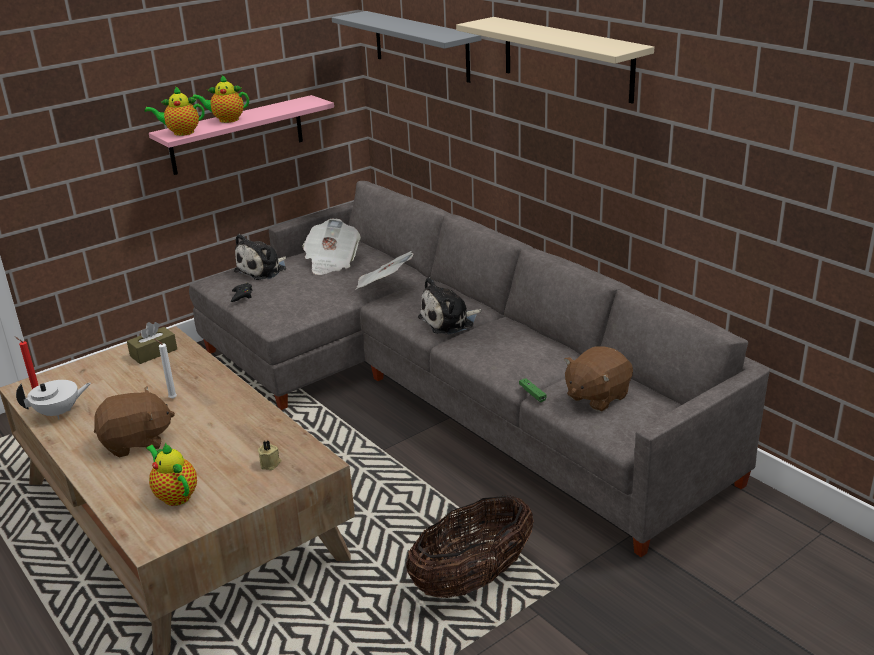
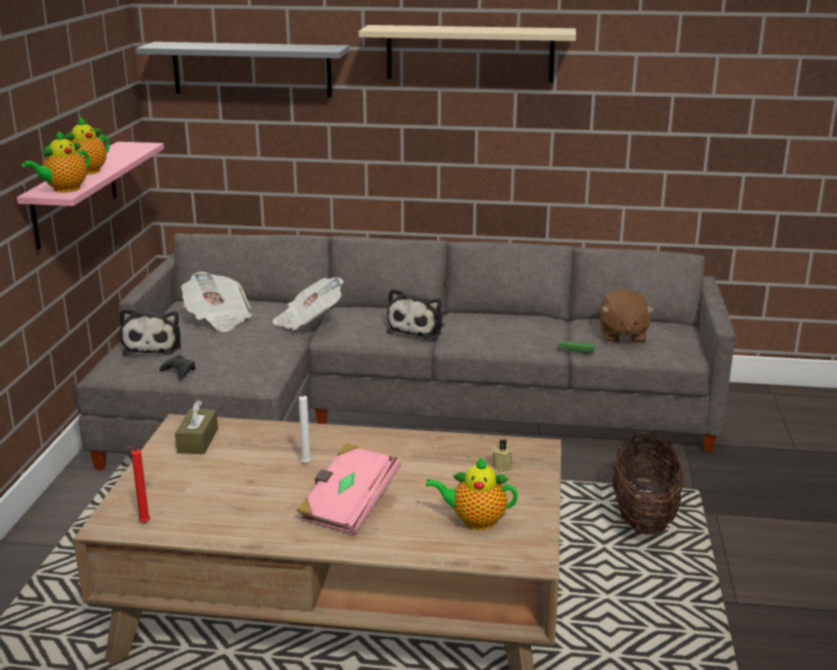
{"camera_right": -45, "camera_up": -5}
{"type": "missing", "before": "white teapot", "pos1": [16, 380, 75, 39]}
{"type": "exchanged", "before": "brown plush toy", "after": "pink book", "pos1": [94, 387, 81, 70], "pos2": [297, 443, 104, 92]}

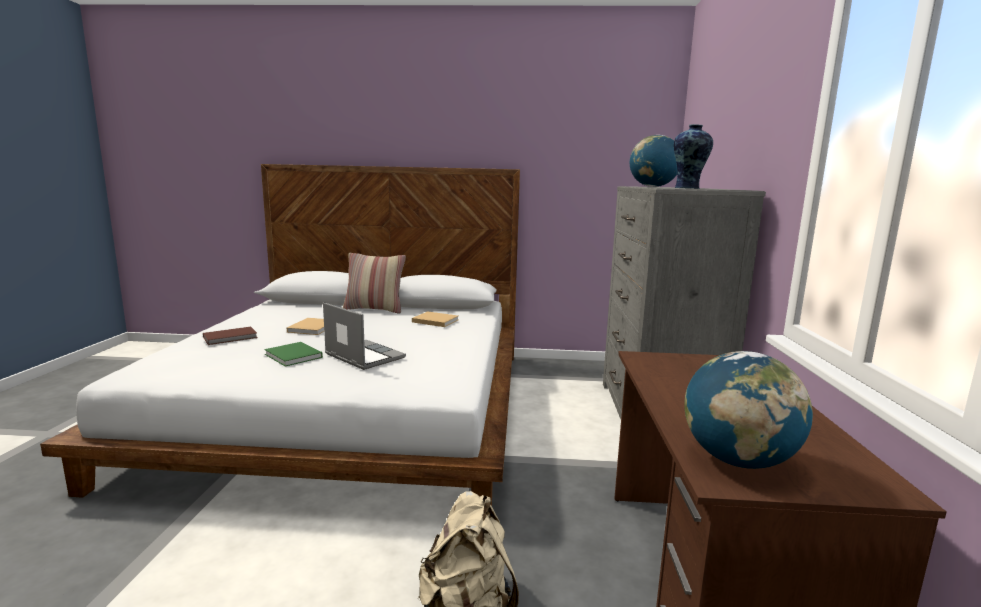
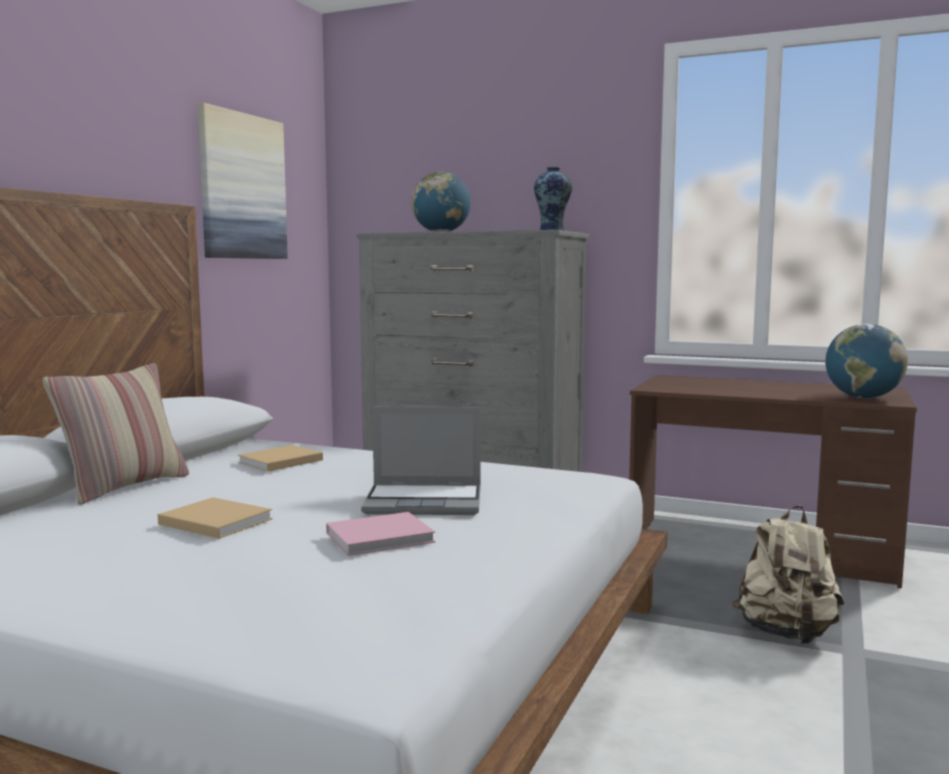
{"camera_right": -70, "camera_up": -5}
{"type": "missing", "before": "brown book", "pos1": [203, 327, 54, 18]}
{"type": "colour", "before": "green book", "after": "pink book", "pos1": [264, 342, 59, 25], "pos2": [326, 512, 109, 44]}
{"type": "spun", "before": "laptop", "pos1": [323, 302, 83, 68], "pos2": [361, 407, 120, 108], "turn": -150}
{"type": "appeared", "after": "picture", "pos2": [198, 103, 90, 156]}

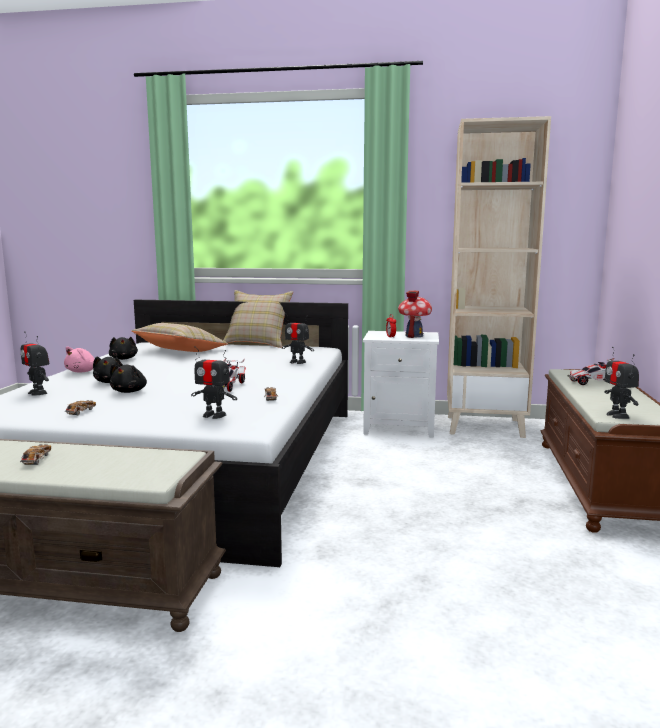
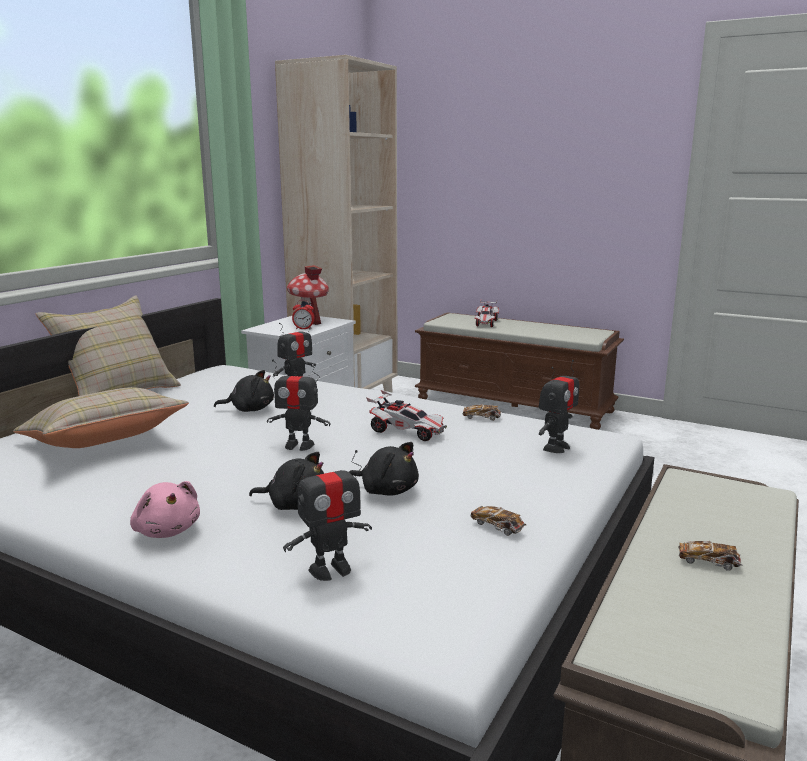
{"camera_right": -70, "camera_up": 5}
{"type": "relocated", "before": "black plush toy", "pos1": [109, 337, 29, 23], "pos2": [214, 370, 60, 42]}
{"type": "relocated", "before": "toy robot", "pos1": [604, 347, 35, 72], "pos2": [267, 360, 64, 91]}

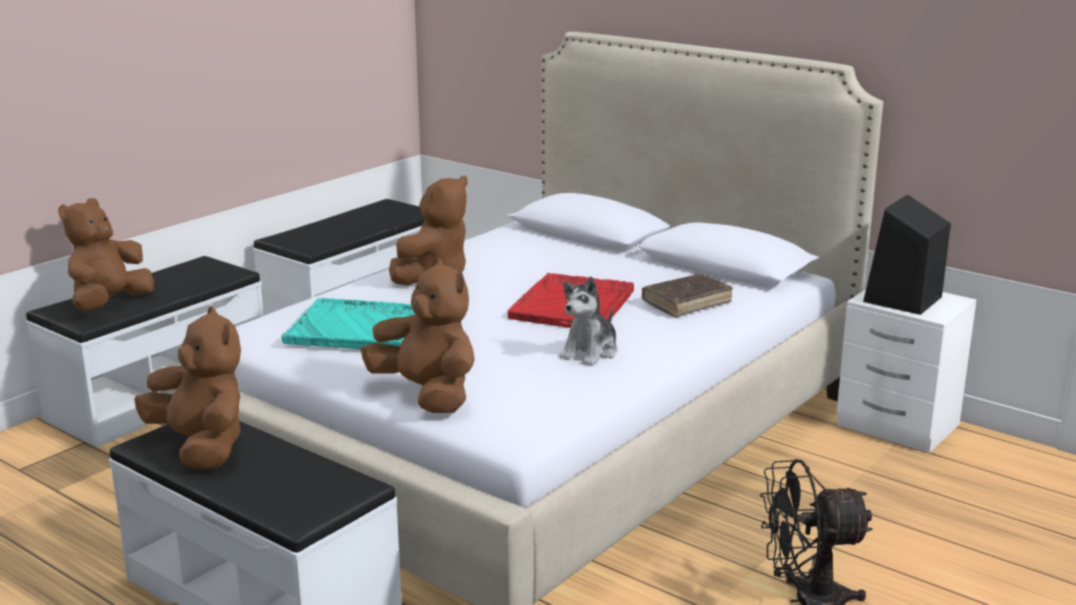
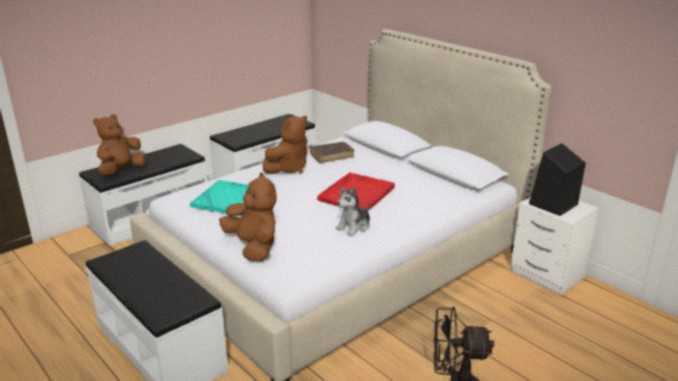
{"camera_right": 10, "camera_up": 5}
{"type": "missing", "before": "brown plush toy", "pos1": [134, 306, 107, 163]}
{"type": "relocated", "before": "brown book", "pos1": [642, 274, 91, 43], "pos2": [309, 142, 45, 21]}

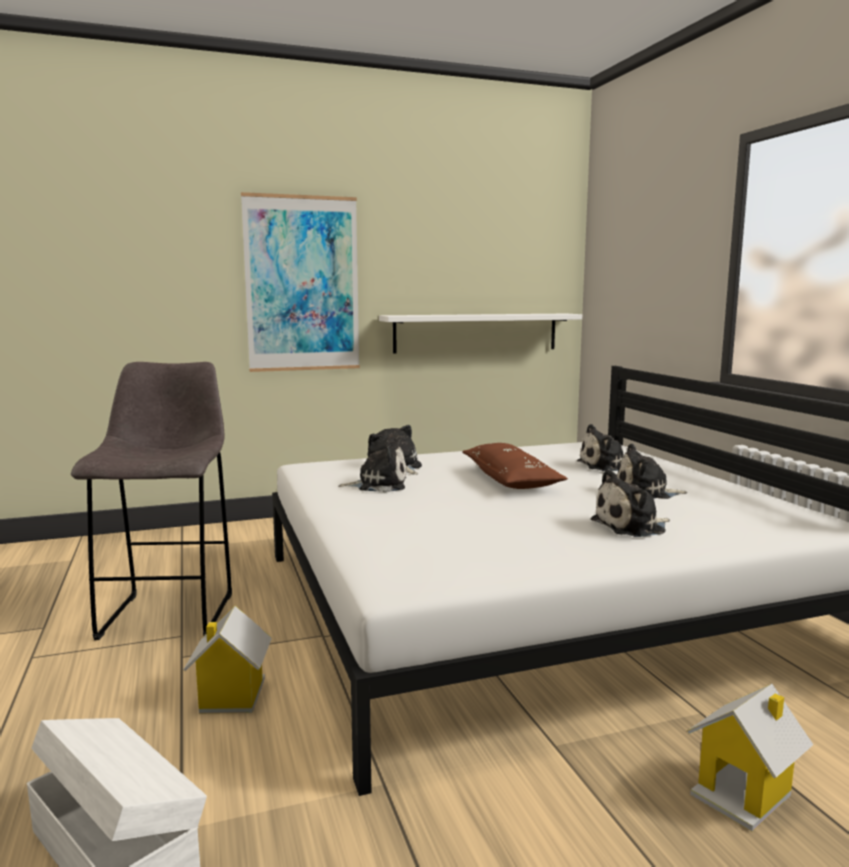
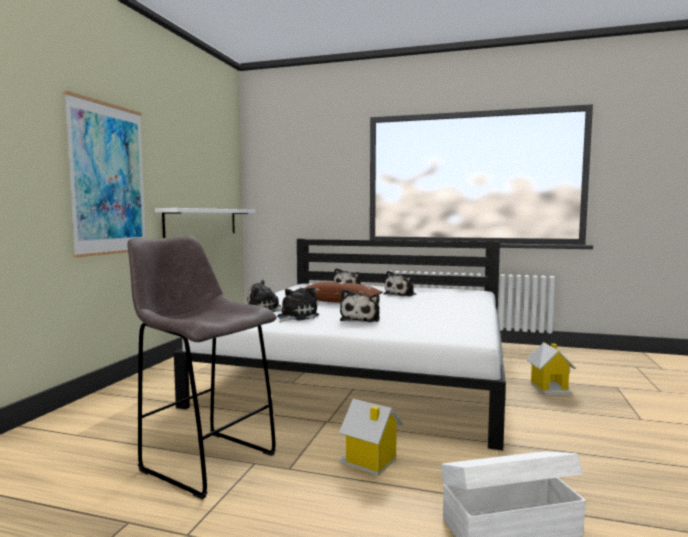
{"camera_right": -55, "camera_up": -5}
{"type": "relocated", "before": "plush toy", "pos1": [591, 469, 79, 68], "pos2": [340, 289, 40, 33]}

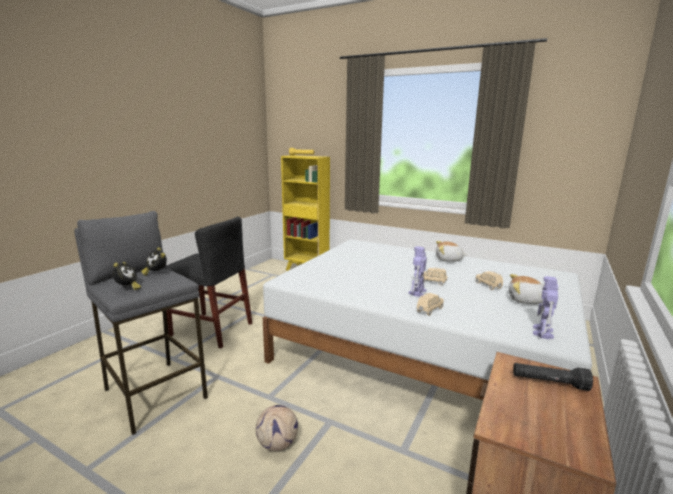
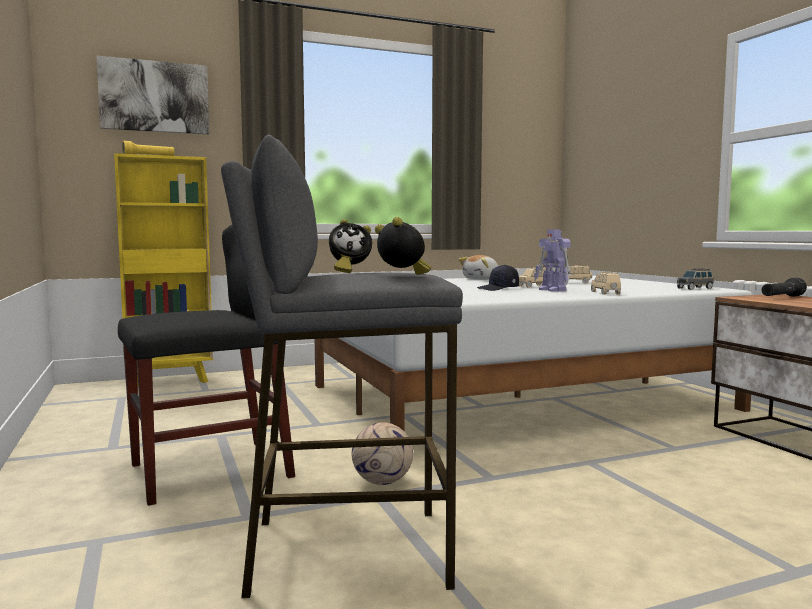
{"camera_right": -50, "camera_up": -10}
{"type": "relocated", "before": "football", "pos1": [256, 405, 42, 46], "pos2": [352, 422, 61, 63]}
{"type": "missing", "before": "plush toy", "pos1": [509, 274, 35, 30]}
{"type": "exchanged", "before": "toy robot", "after": "grey toy car", "pos1": [533, 276, 25, 63], "pos2": [677, 269, 37, 21]}
{"type": "appeared", "after": "picture", "pos2": [96, 56, 113, 79]}
{"type": "appeared", "after": "black cap", "pos2": [477, 265, 42, 26]}

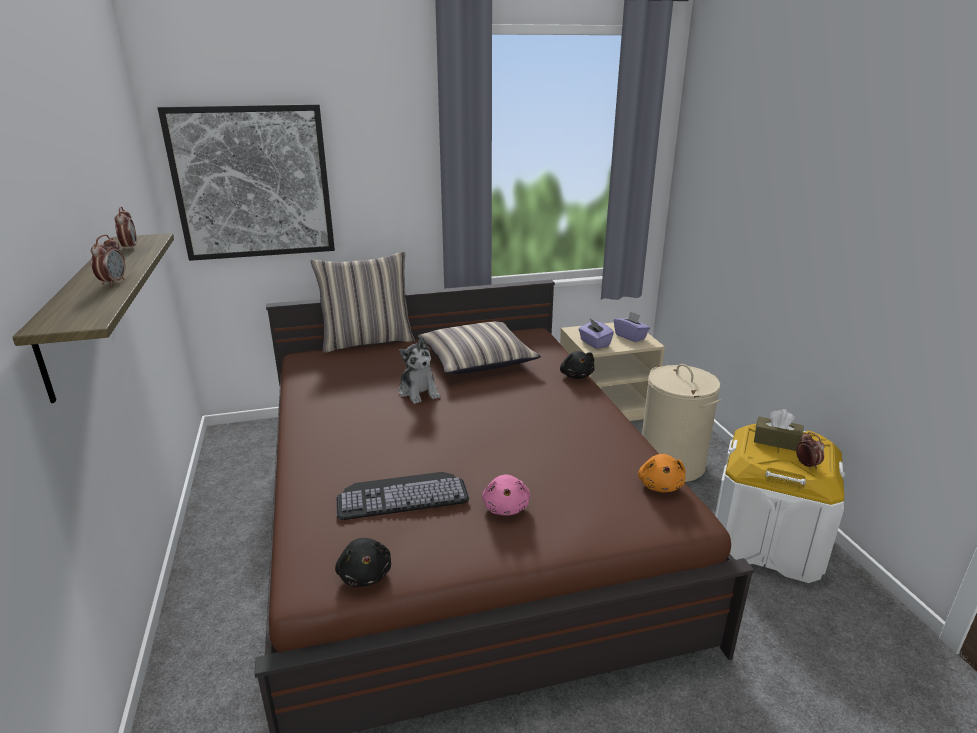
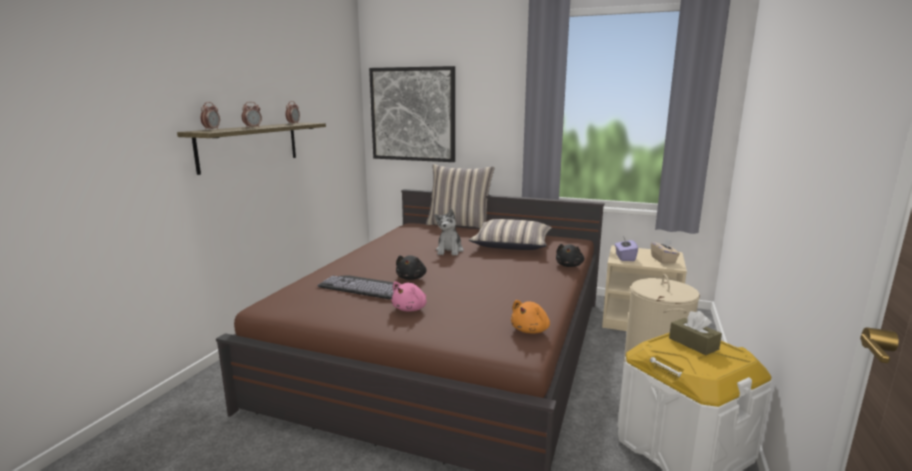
{"camera_right": 35, "camera_up": -10}
{"type": "relocated", "before": "black plush toy", "pos1": [335, 538, 56, 49], "pos2": [396, 255, 31, 25]}
{"type": "colour", "before": "purple tissue box", "after": "beige tissue box", "pos1": [614, 311, 36, 31], "pos2": [651, 238, 29, 26]}
{"type": "relocated", "before": "alarm clock", "pos1": [796, 432, 29, 37], "pos2": [200, 102, 20, 28]}

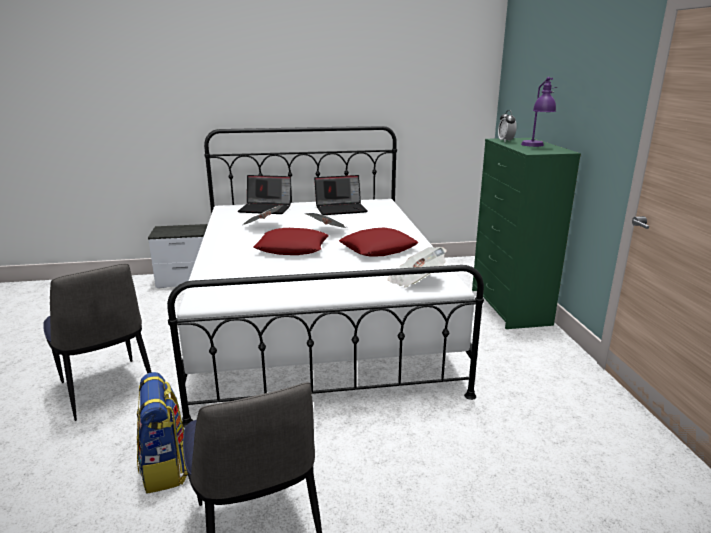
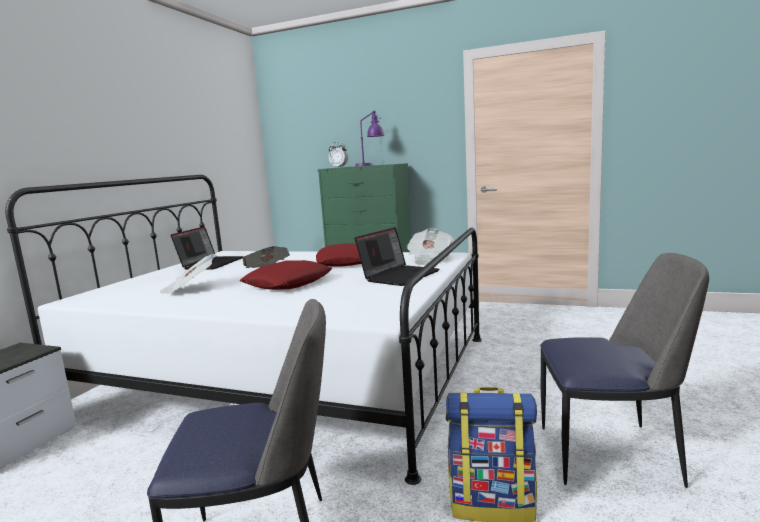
{"camera_right": -60, "camera_up": -10}
{"type": "relocated", "before": "laptop", "pos1": [238, 175, 53, 39], "pos2": [355, 227, 84, 59]}

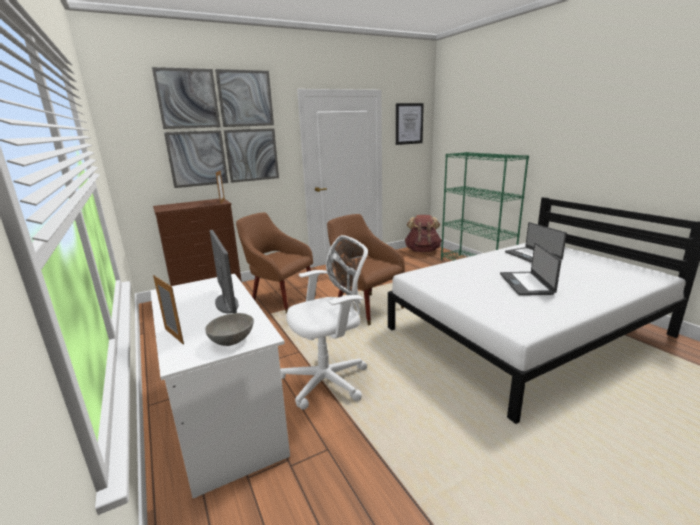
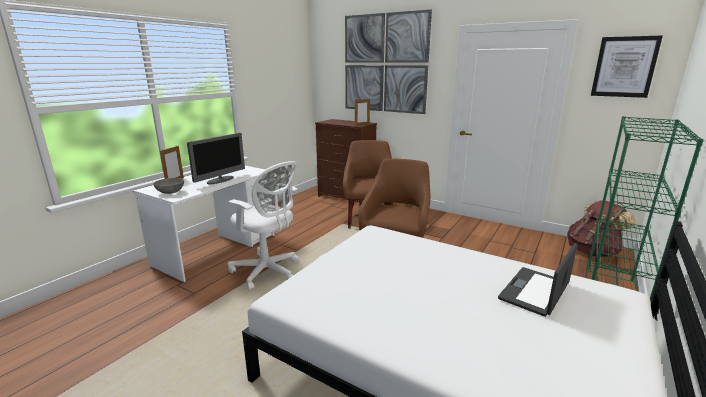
{"camera_right": 60, "camera_up": 0}
{"type": "missing", "before": "laptop", "pos1": [500, 243, 61, 52]}

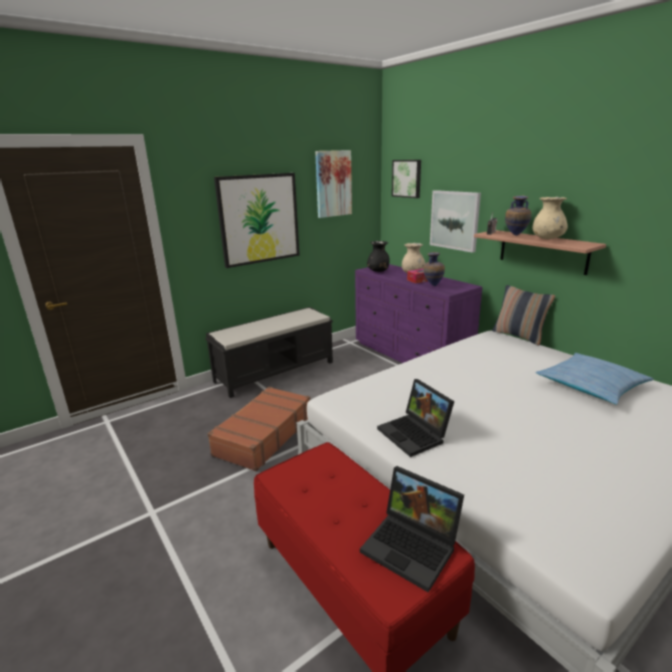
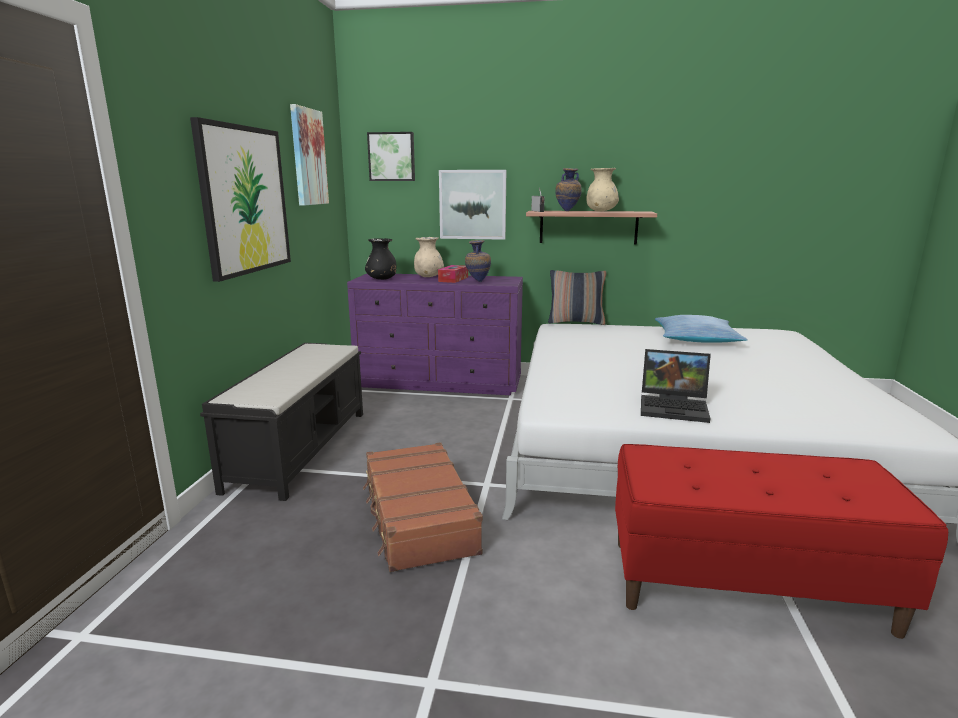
{"camera_right": -45, "camera_up": -5}
{"type": "missing", "before": "laptop", "pos1": [360, 466, 104, 127]}

